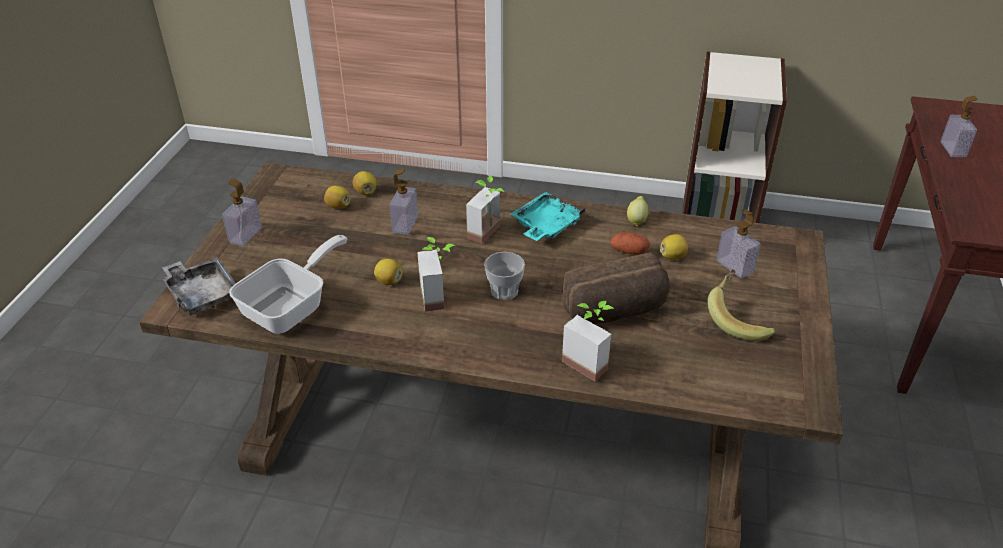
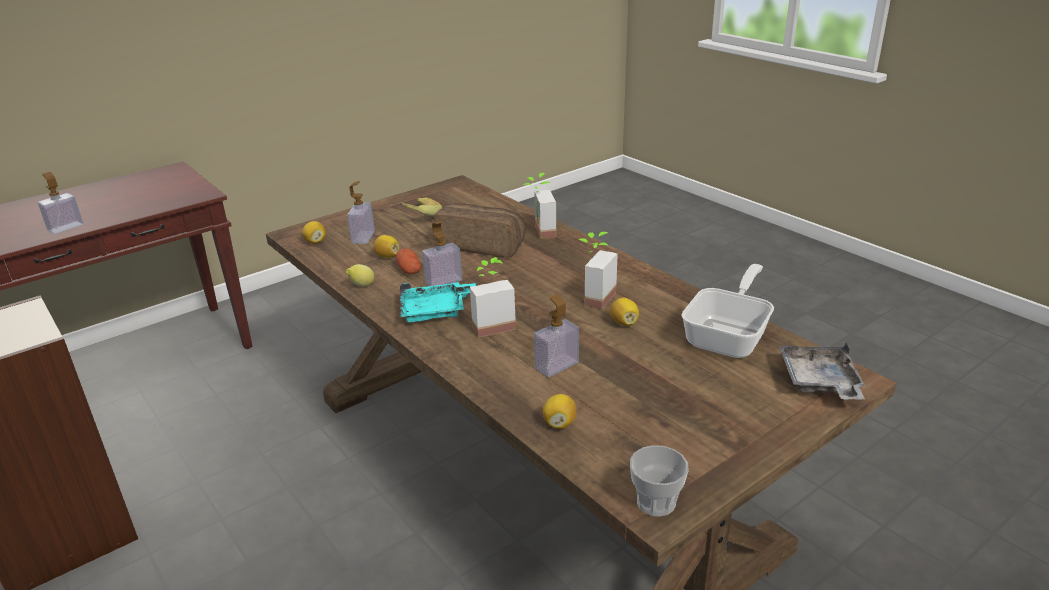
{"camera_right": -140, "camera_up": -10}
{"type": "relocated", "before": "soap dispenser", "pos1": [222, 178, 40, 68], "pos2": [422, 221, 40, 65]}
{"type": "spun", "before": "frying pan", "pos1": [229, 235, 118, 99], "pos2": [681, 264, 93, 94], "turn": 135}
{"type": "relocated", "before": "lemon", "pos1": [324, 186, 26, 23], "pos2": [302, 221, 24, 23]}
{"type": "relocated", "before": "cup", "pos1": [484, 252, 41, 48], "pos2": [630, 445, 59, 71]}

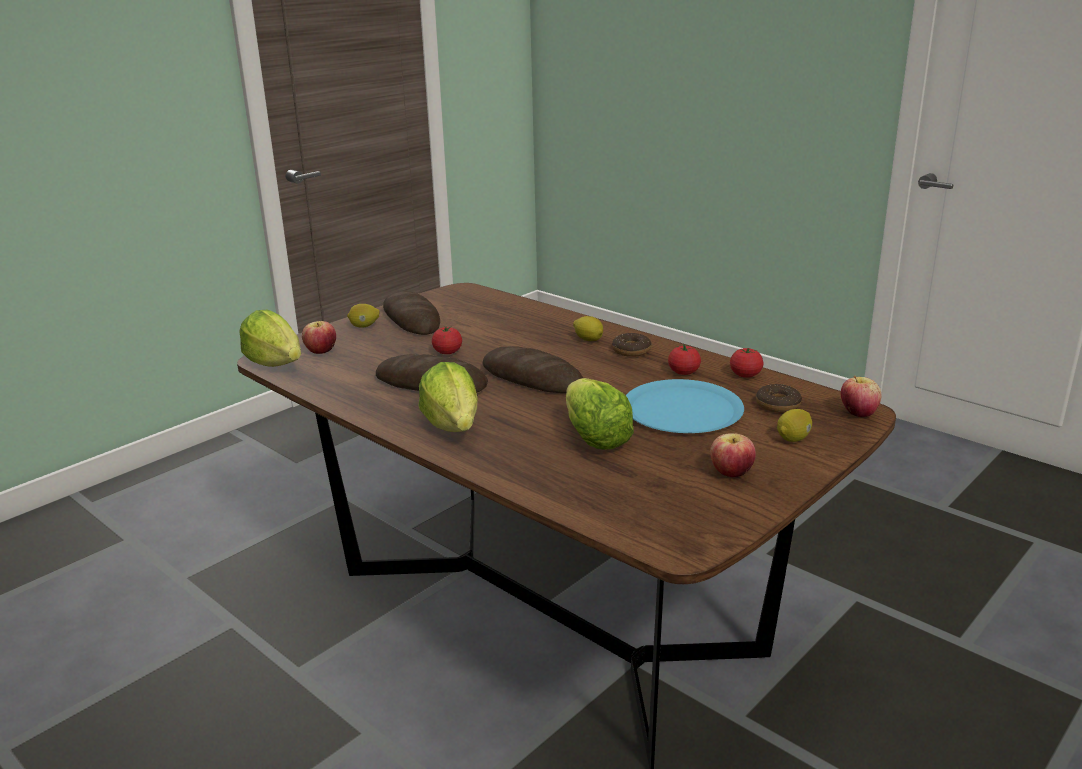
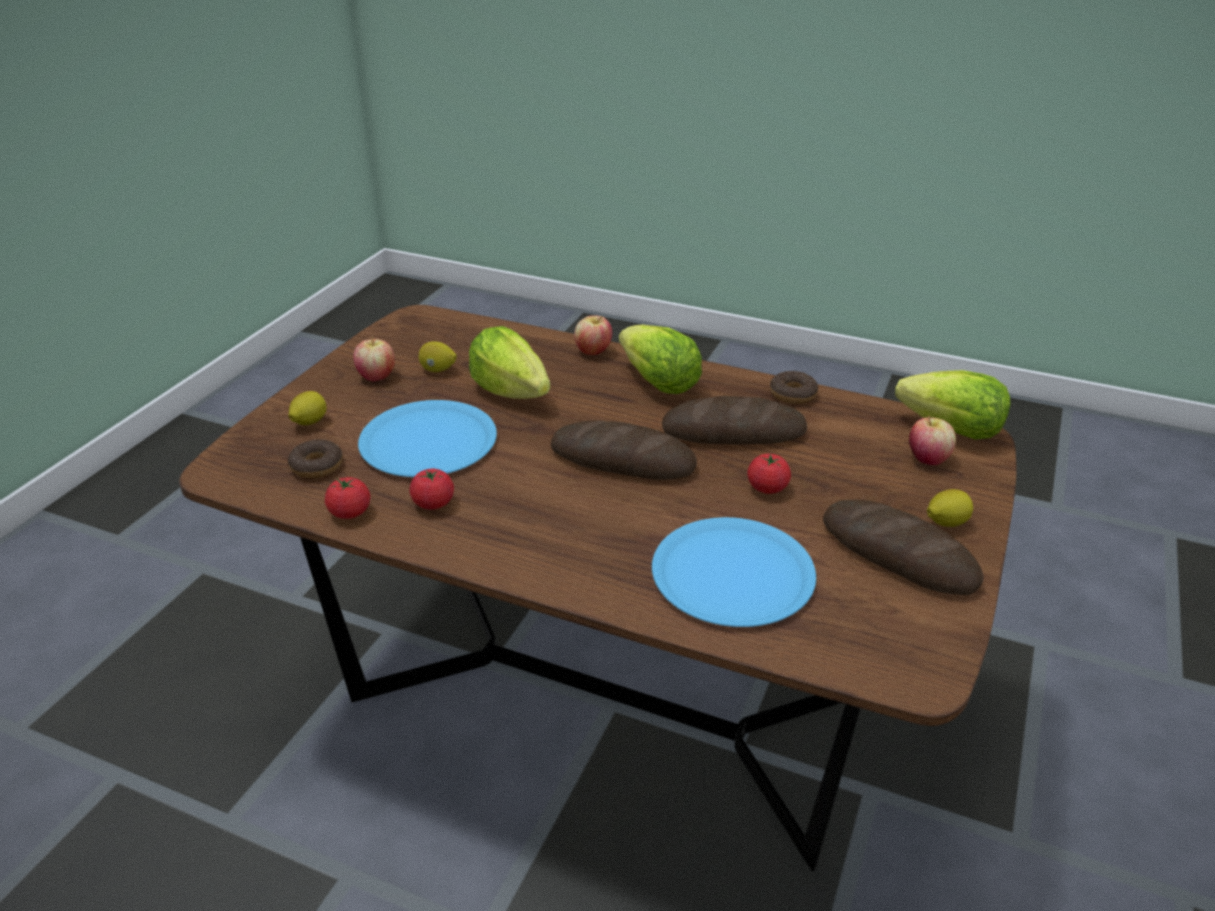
{"camera_right": 160, "camera_up": 10}
{"type": "relocated", "before": "lemon", "pos1": [573, 316, 30, 25], "pos2": [419, 341, 38, 31]}
{"type": "relocated", "before": "donut", "pos1": [612, 333, 39, 24], "pos2": [770, 371, 48, 33]}
{"type": "relocated", "before": "apple", "pos1": [841, 376, 40, 41], "pos2": [574, 315, 38, 40]}
{"type": "appeared", "after": "blue plate", "pos2": [652, 517, 164, 110]}

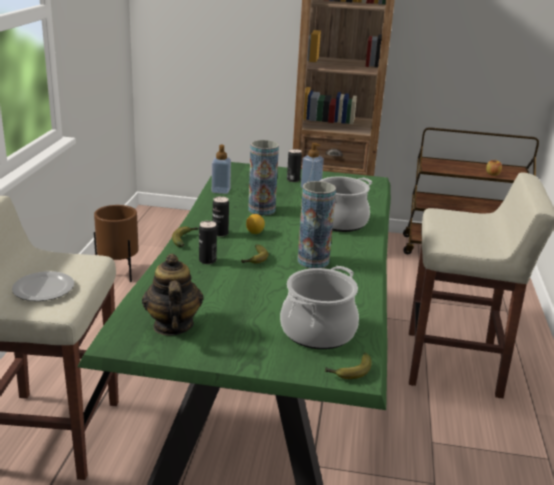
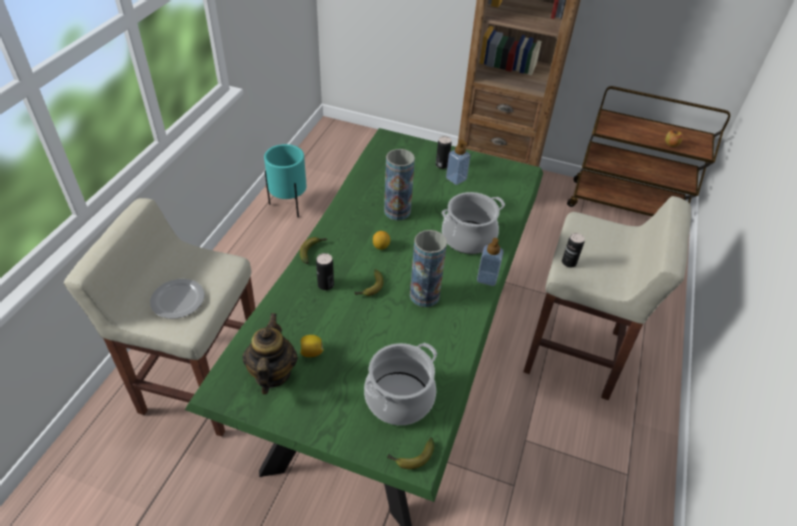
{"camera_right": 10, "camera_up": 20}
{"type": "colour", "before": "brown planter", "after": "turquoise planter", "pos1": [94, 205, 45, 77], "pos2": [264, 144, 43, 73]}
{"type": "relocated", "before": "soap dispenser", "pos1": [212, 145, 19, 49], "pos2": [477, 238, 27, 48]}
{"type": "relocated", "before": "can", "pos1": [213, 196, 16, 41], "pos2": [562, 233, 23, 34]}
{"type": "appeared", "after": "lemon", "pos2": [300, 335, 24, 22]}

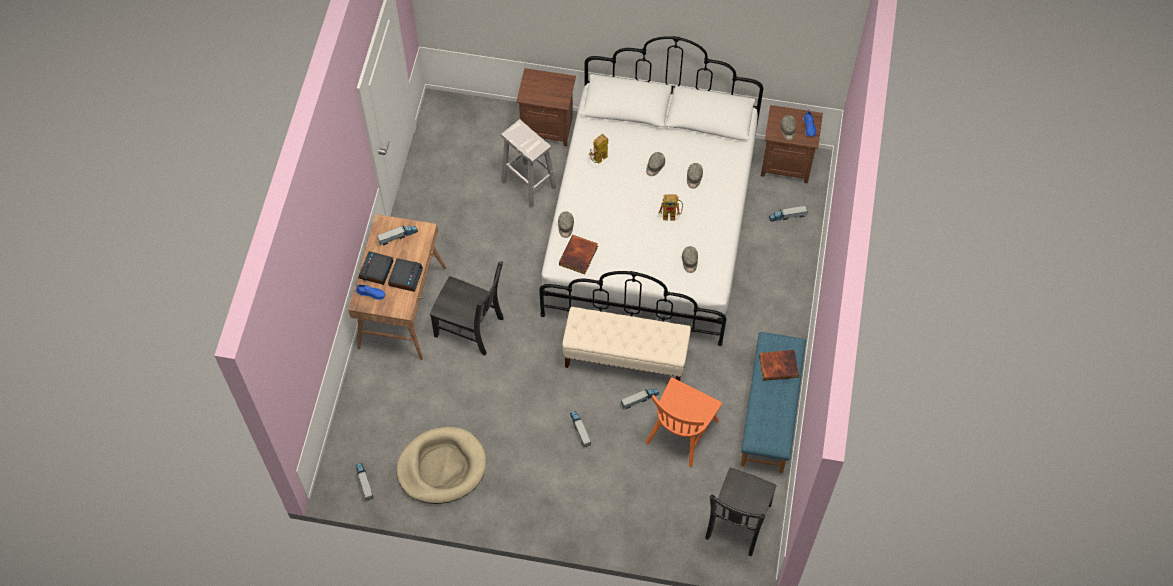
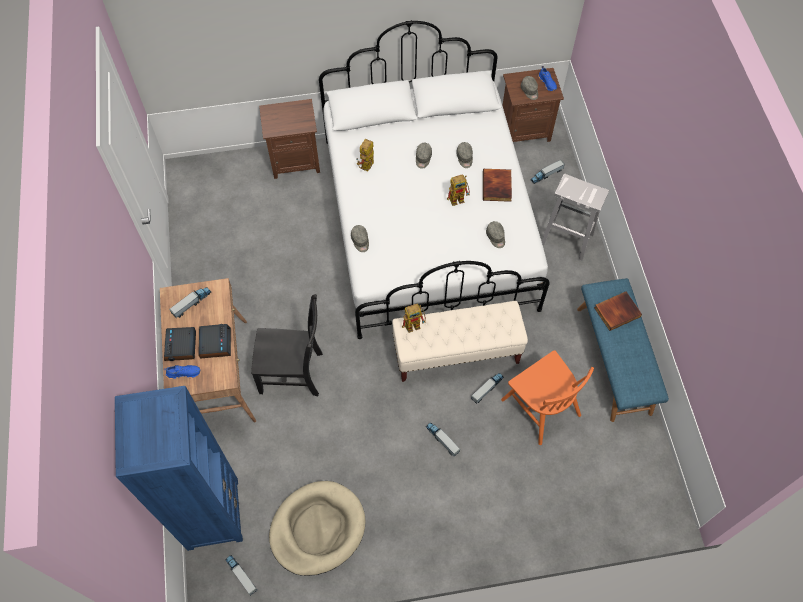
{"camera_right": -20, "camera_up": 0}
{"type": "relocated", "before": "white stool", "pos1": [501, 119, 55, 89], "pos2": [542, 174, 67, 86]}
{"type": "relocated", "before": "book", "pos1": [559, 235, 39, 39], "pos2": [483, 169, 29, 33]}
{"type": "spun", "before": "orange chair", "pos1": [645, 378, 77, 89], "pos2": [501, 350, 93, 95], "turn": -45}
{"type": "missing", "before": "black chair", "pos1": [705, 468, 72, 88]}
{"type": "appeared", "after": "blue bookcase", "pos2": [115, 386, 128, 165]}
{"type": "appeared", "after": "toy robot", "pos2": [402, 304, 24, 29]}

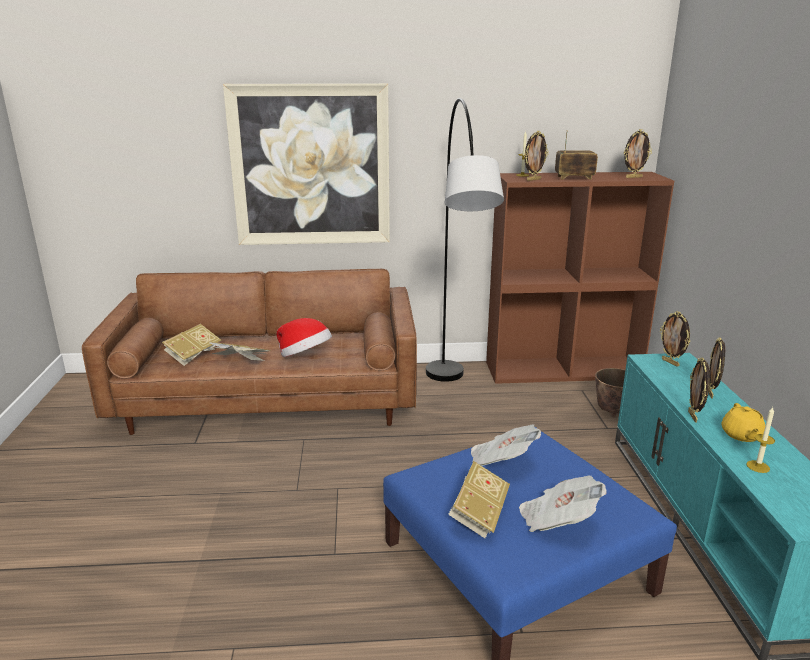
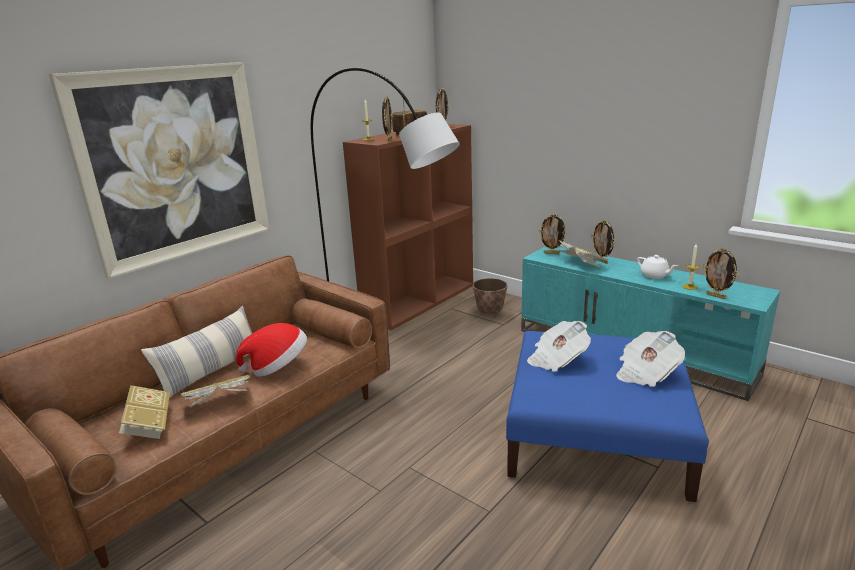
{"camera_right": -45, "camera_up": 0}
{"type": "relocated", "before": "book", "pos1": [448, 461, 62, 77], "pos2": [558, 240, 50, 28]}
{"type": "relocated", "before": "picture frame", "pos1": [688, 358, 22, 65], "pos2": [703, 248, 35, 51]}
{"type": "colour", "before": "yellow teapot", "after": "white teapot", "pos1": [722, 403, 43, 39], "pos2": [637, 255, 41, 24]}
{"type": "appeared", "after": "pillow", "pos2": [141, 306, 111, 92]}

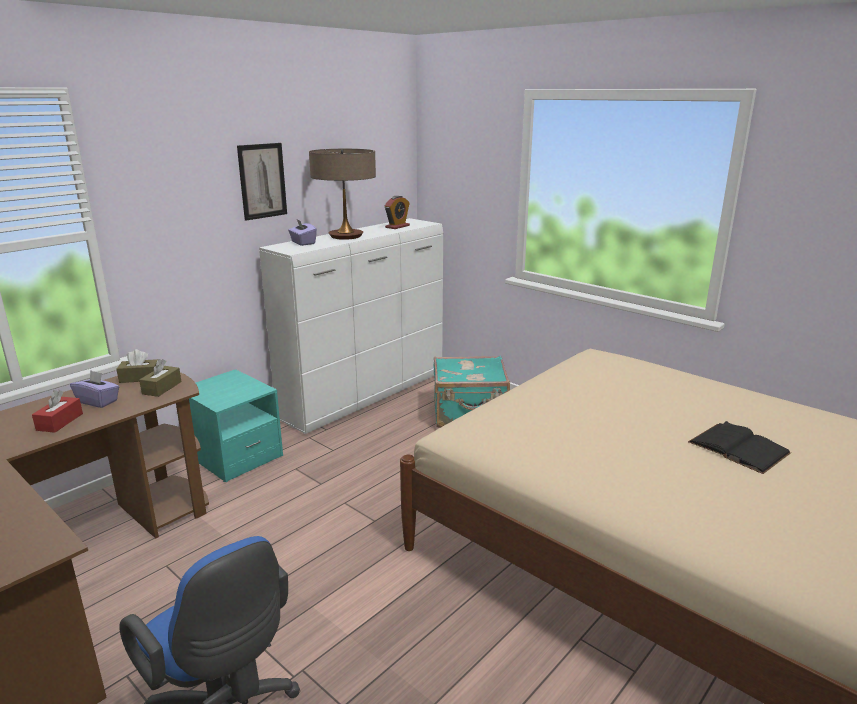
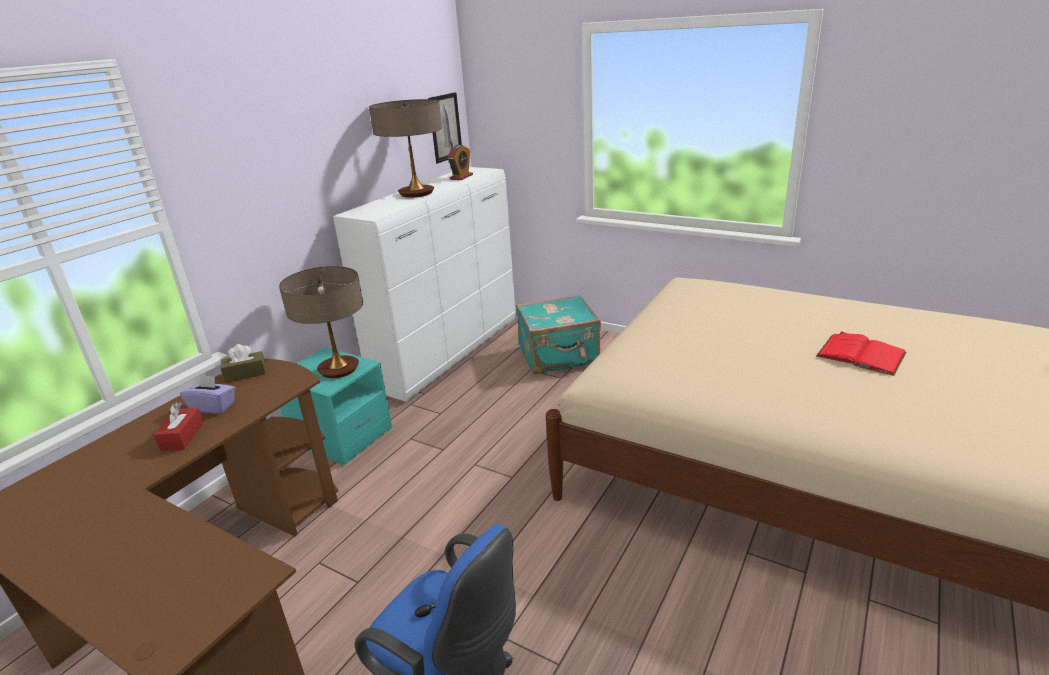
{"camera_right": -10, "camera_up": 5}
{"type": "missing", "before": "brown tissue box", "pos1": [139, 359, 43, 38]}
{"type": "relocated", "before": "picture", "pos1": [237, 143, 50, 78], "pos2": [428, 92, 34, 71]}
{"type": "missing", "before": "purple tissue box", "pos1": [288, 220, 29, 26]}
{"type": "colour", "before": "black book", "after": "red book", "pos1": [688, 421, 103, 53], "pos2": [816, 331, 90, 45]}
{"type": "appeared", "after": "table lamp", "pos2": [279, 266, 84, 112]}

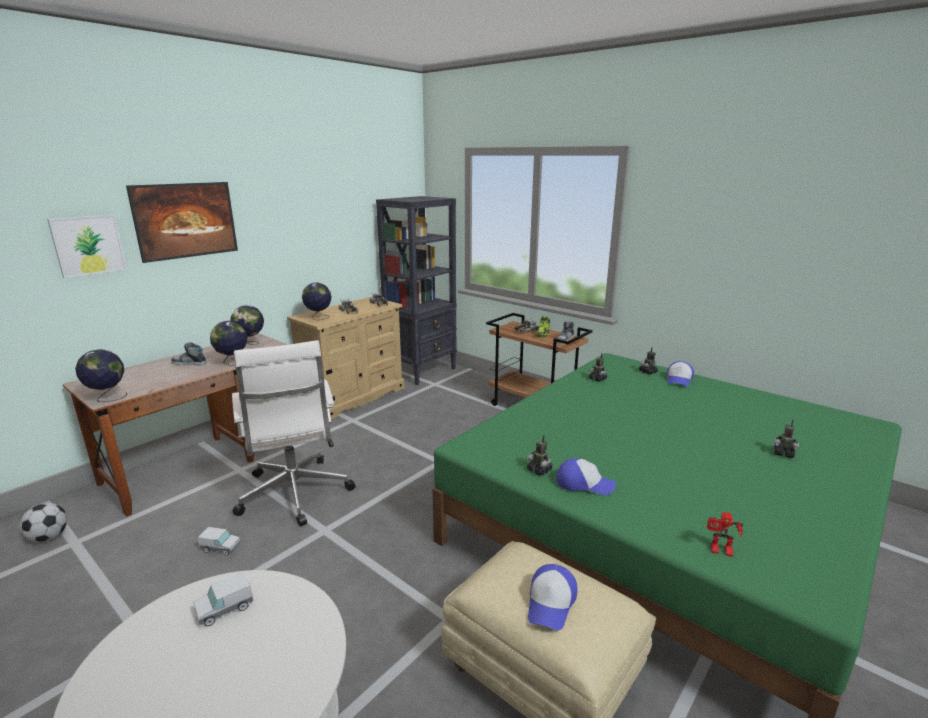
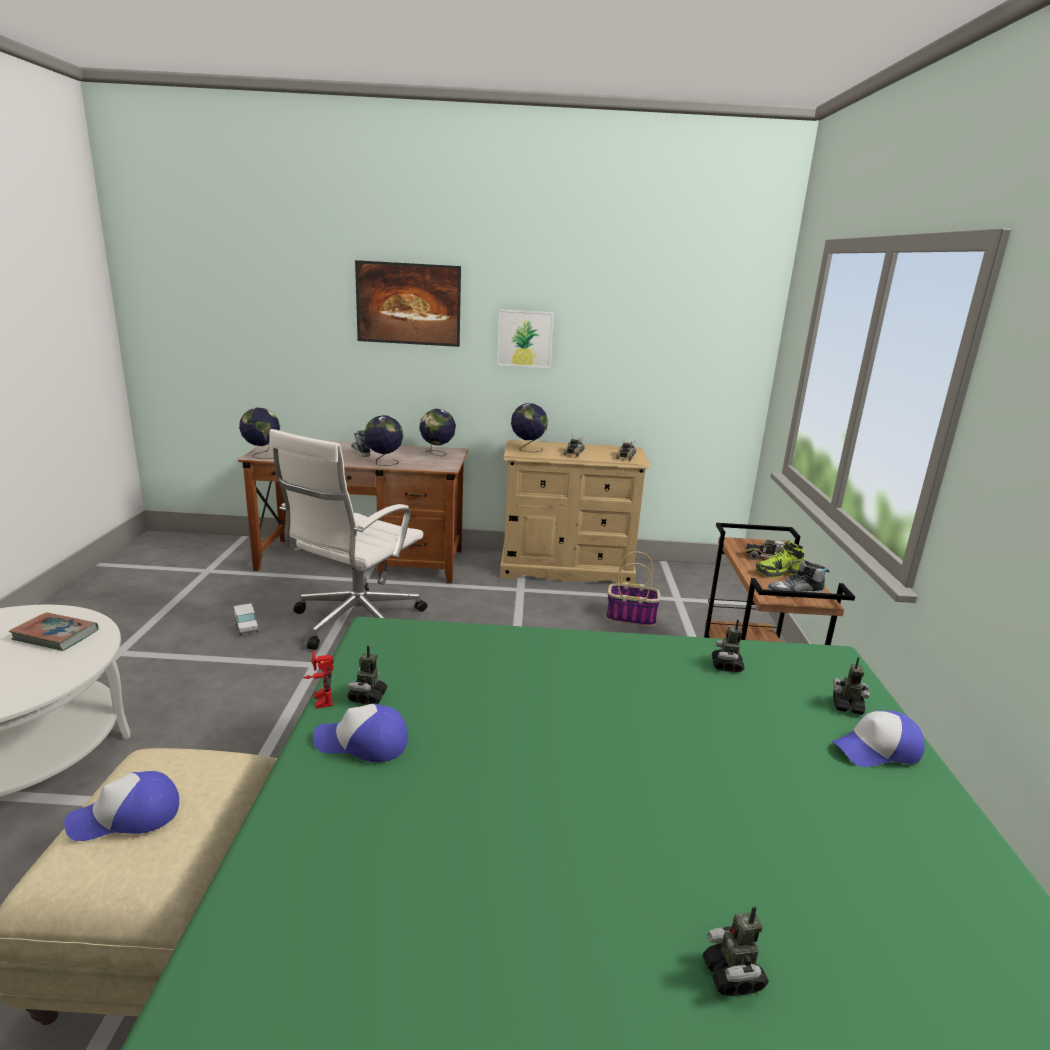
{"camera_right": 50, "camera_up": 0}
{"type": "missing", "before": "football", "pos1": [19, 503, 48, 39]}
{"type": "relocated", "before": "picture", "pos1": [47, 214, 80, 64], "pos2": [497, 309, 57, 59]}
{"type": "exchanged", "before": "toy truck", "after": "book", "pos1": [193, 571, 60, 55], "pos2": [9, 612, 90, 39]}
{"type": "missing", "before": "black bookcase", "pos1": [376, 196, 81, 189]}
{"type": "spun", "before": "cap", "pos1": [556, 458, 60, 37], "pos2": [313, 704, 95, 58], "turn": 120}
{"type": "relocated", "before": "toy robot", "pos1": [707, 512, 36, 45], "pos2": [303, 651, 31, 58]}
{"type": "appeared", "after": "basket", "pos2": [606, 551, 55, 76]}

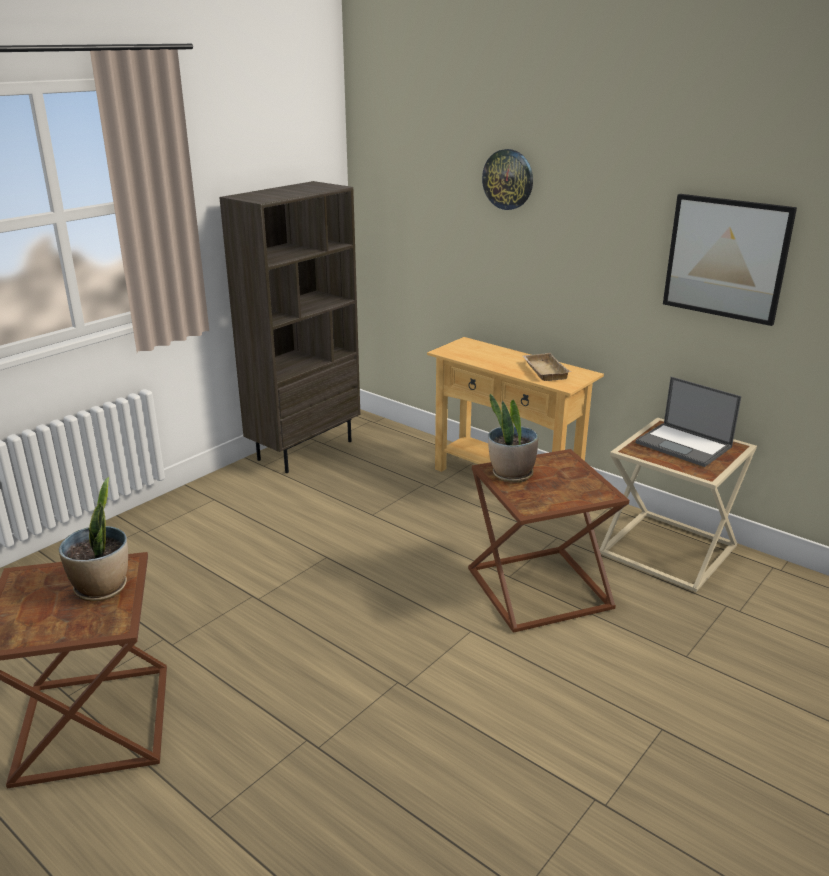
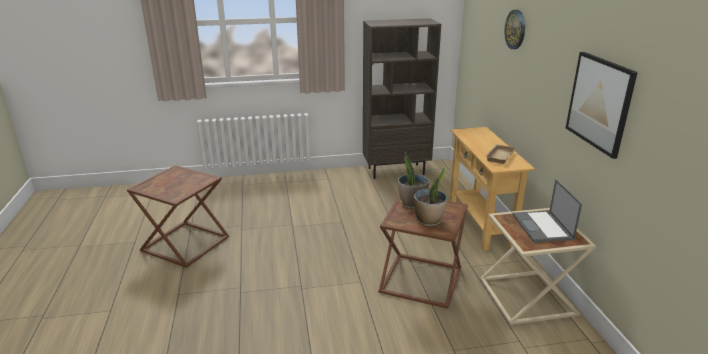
{"camera_right": 40, "camera_up": 0}
{"type": "relocated", "before": "potted plant", "pos1": [59, 477, 69, 125], "pos2": [414, 166, 33, 60]}

